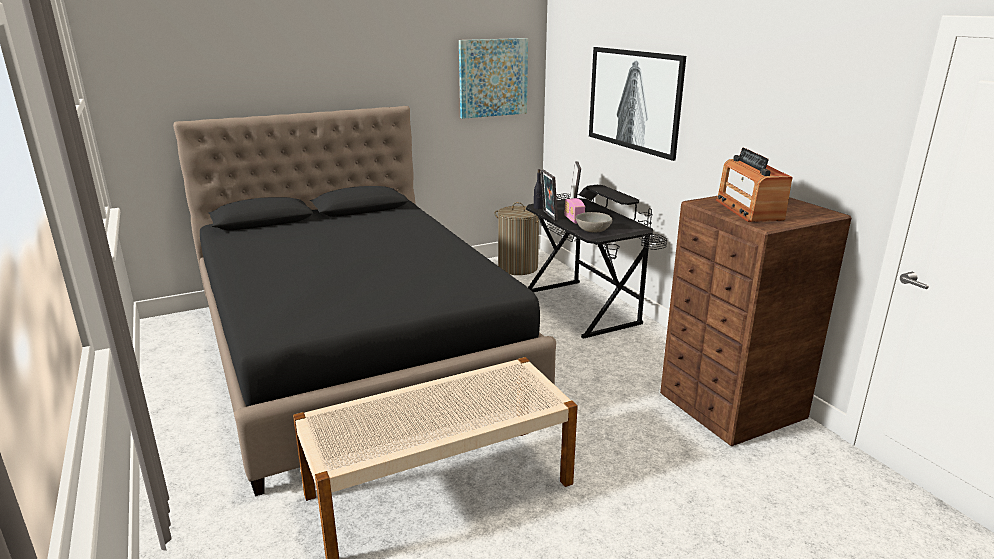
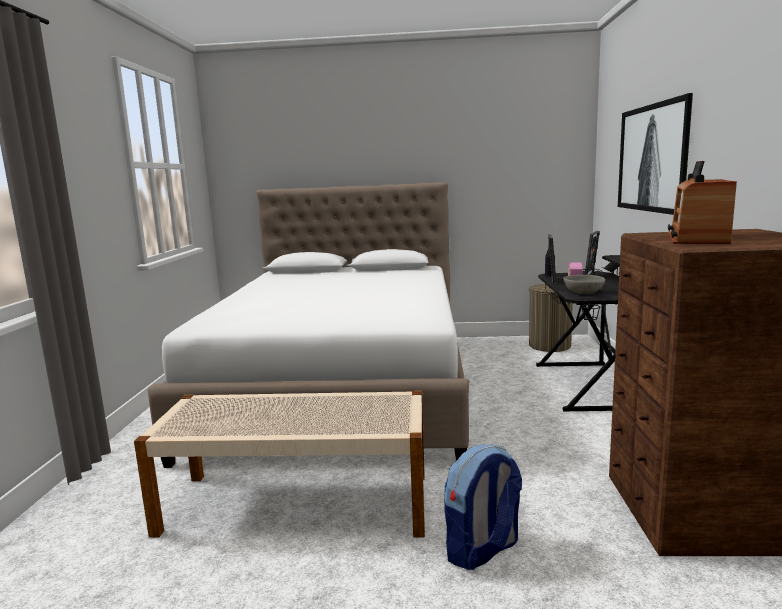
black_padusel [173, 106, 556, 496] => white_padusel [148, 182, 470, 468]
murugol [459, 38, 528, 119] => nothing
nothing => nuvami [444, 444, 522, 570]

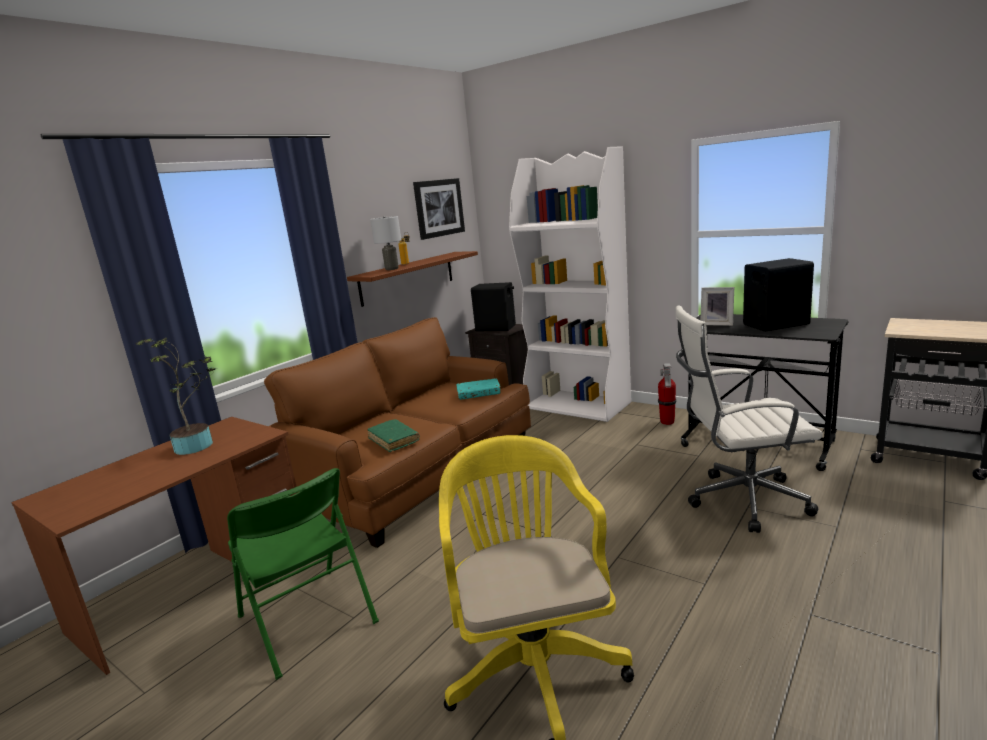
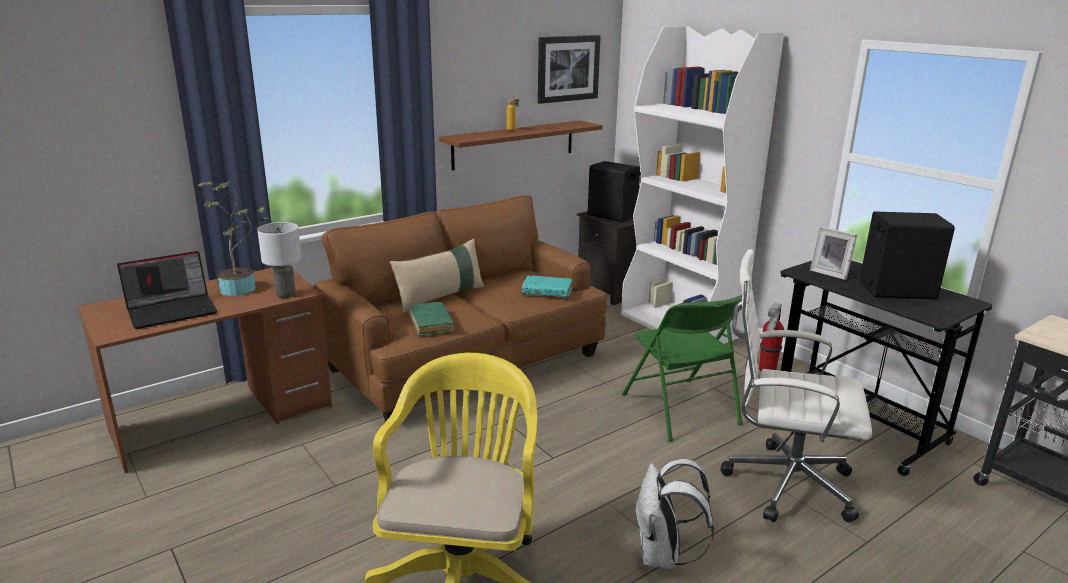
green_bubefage [227, 468, 379, 680] => green_bubefage [622, 295, 743, 442], relocated
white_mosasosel [370, 216, 401, 270] => white_mosasosel [257, 222, 302, 298], relocated
nothing => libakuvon [117, 251, 217, 329]
nothing => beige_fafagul [390, 239, 484, 313]
nothing => white_nuvami [634, 459, 714, 569]

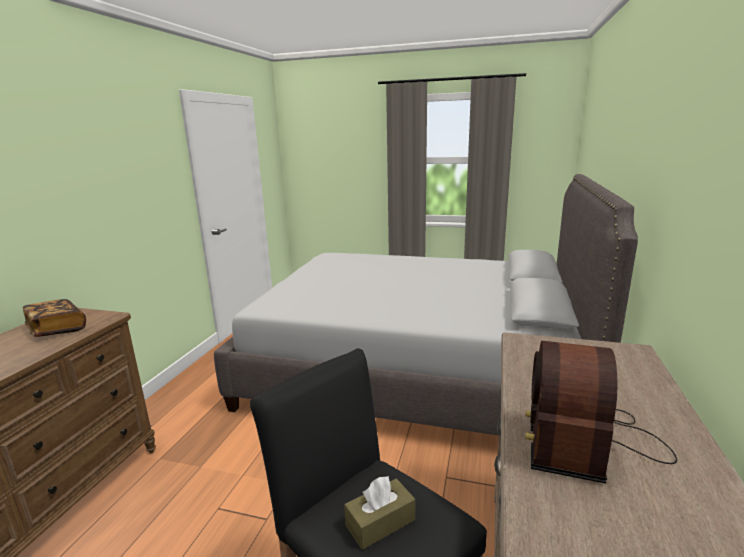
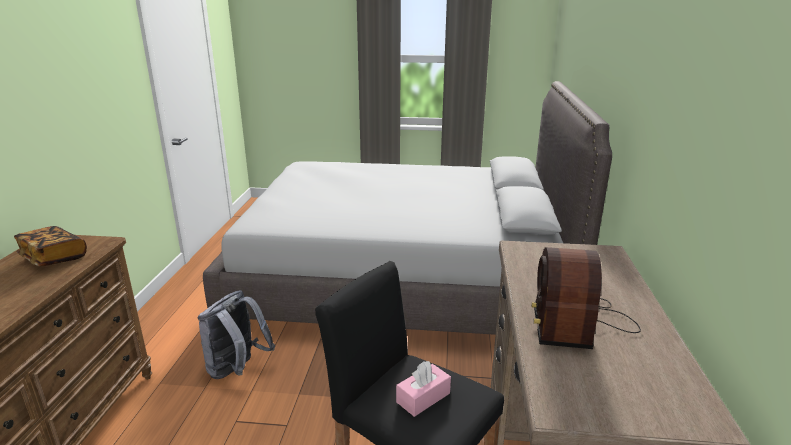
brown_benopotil [344, 476, 415, 550] => pink_benopotil [396, 361, 451, 417]
nothing => grey_nuvami [198, 290, 275, 379]

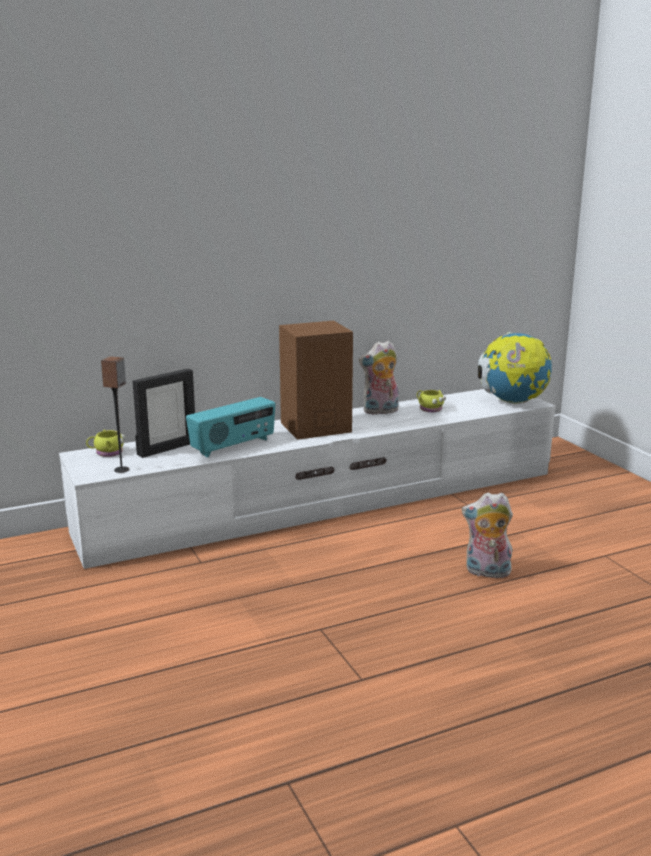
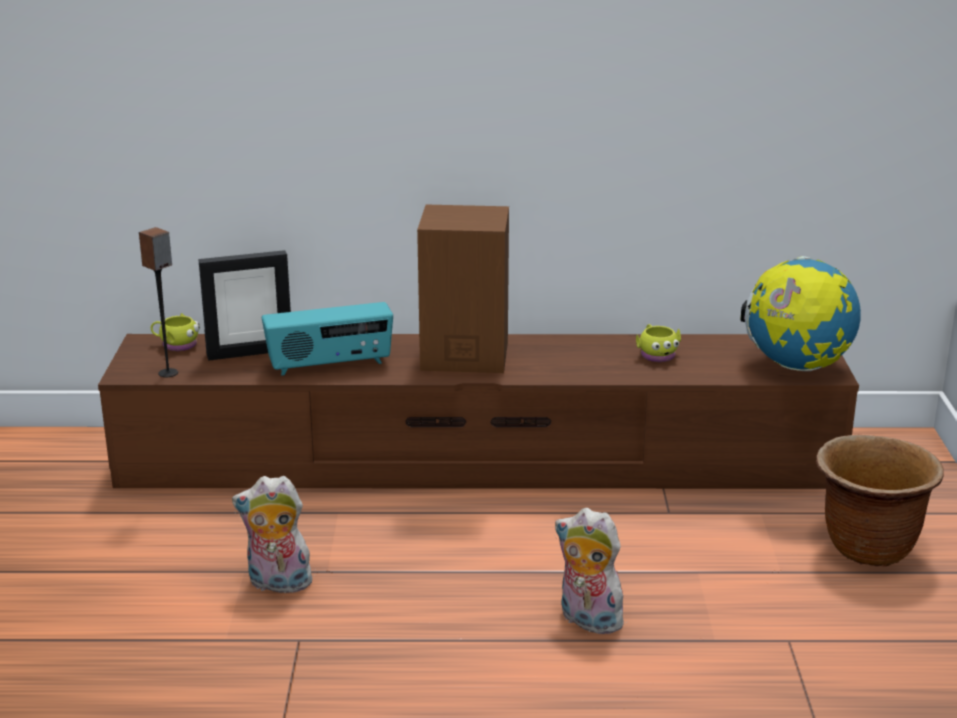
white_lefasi [59, 389, 556, 569] => brown_lefasi [98, 334, 859, 489]
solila [359, 340, 399, 415] => solila [232, 476, 315, 593], relocated
nothing => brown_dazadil [816, 435, 944, 567]

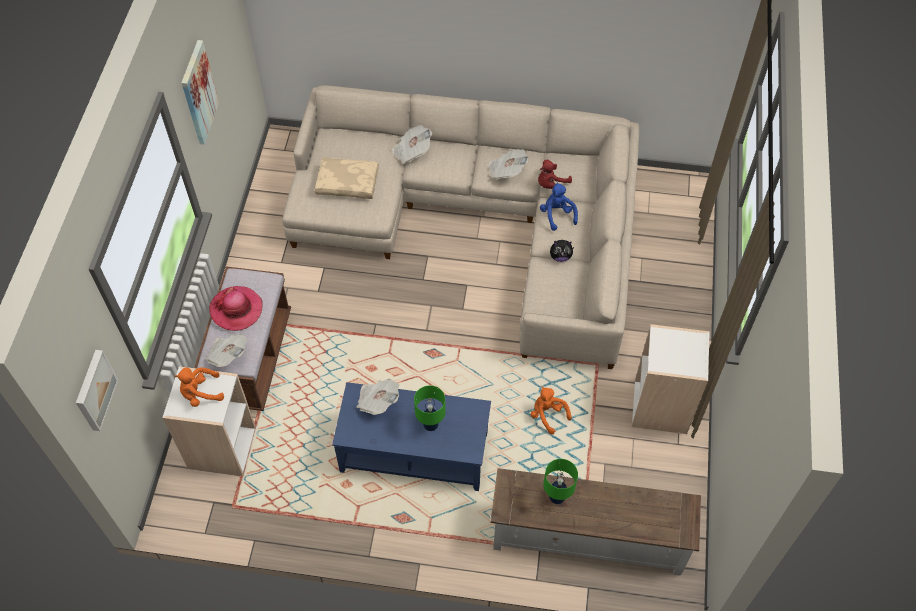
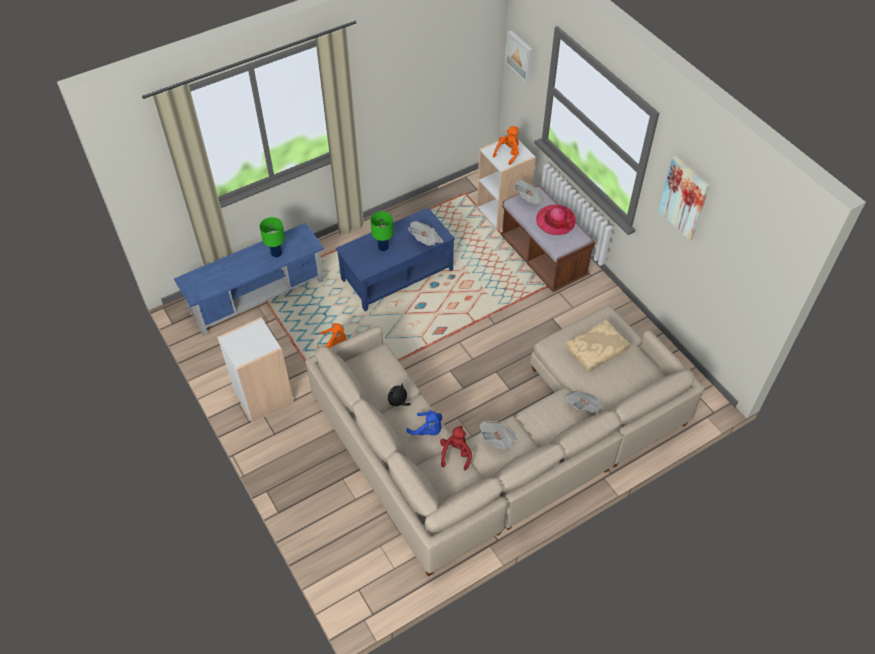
brown_lefasi [490, 468, 701, 576] => blue_lefasi [174, 223, 324, 336]

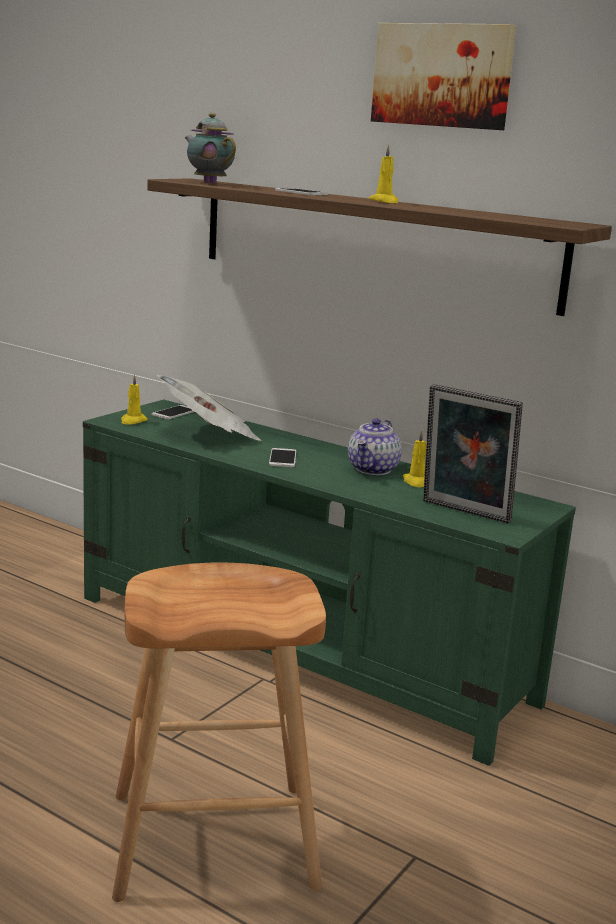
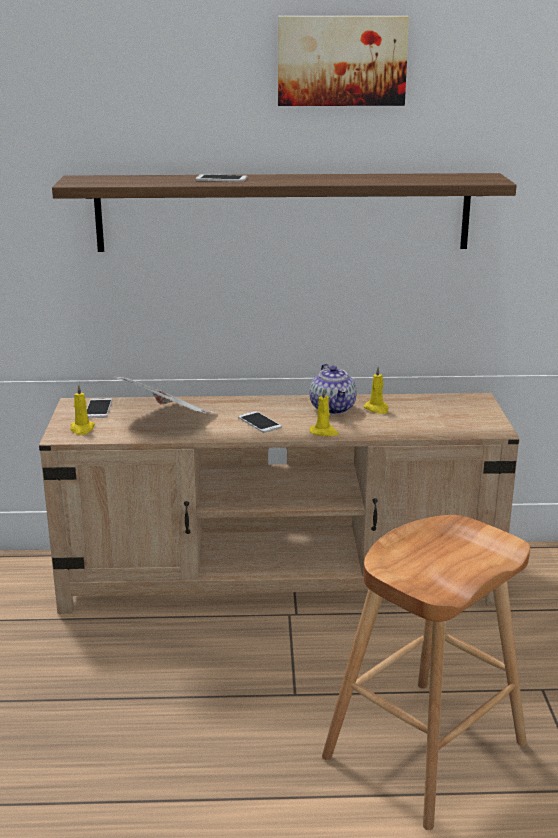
green_lefasi [83, 400, 576, 766] => beige_lefasi [39, 393, 520, 614]
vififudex [185, 113, 236, 184] => nothing
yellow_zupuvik [369, 145, 399, 203] => yellow_zupuvik [309, 388, 339, 436], relocated
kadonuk [423, 384, 523, 523] => nothing

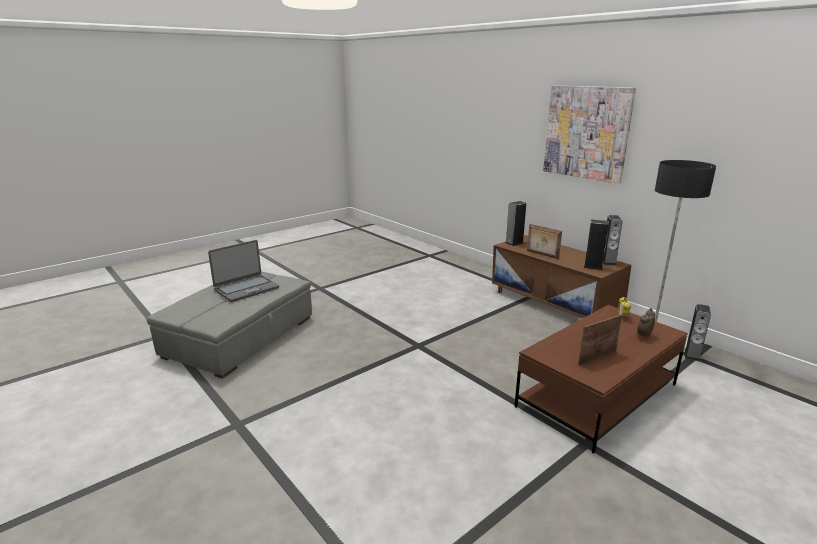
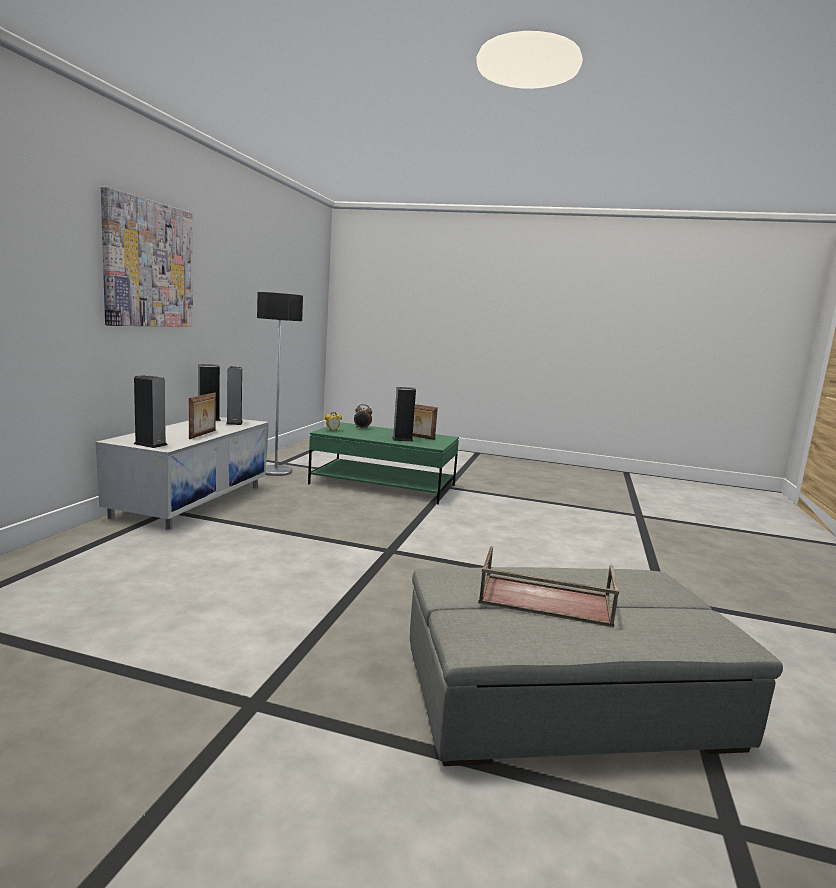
libakuvon [208, 240, 279, 302] => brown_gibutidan [478, 546, 619, 627]
brown_lefasi [492, 235, 631, 318] => white_lefasi [95, 417, 269, 530]
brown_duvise [515, 305, 688, 454] => green_duvise [308, 422, 459, 504]
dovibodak [685, 304, 711, 362] => dovibodak [392, 387, 416, 441], relocated

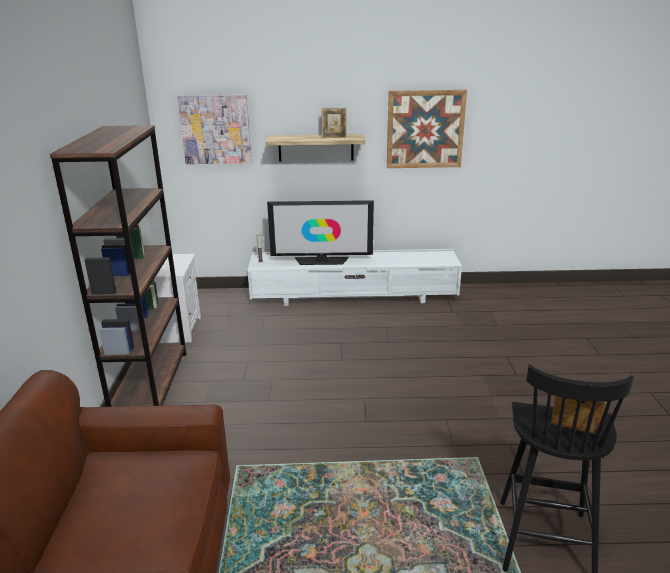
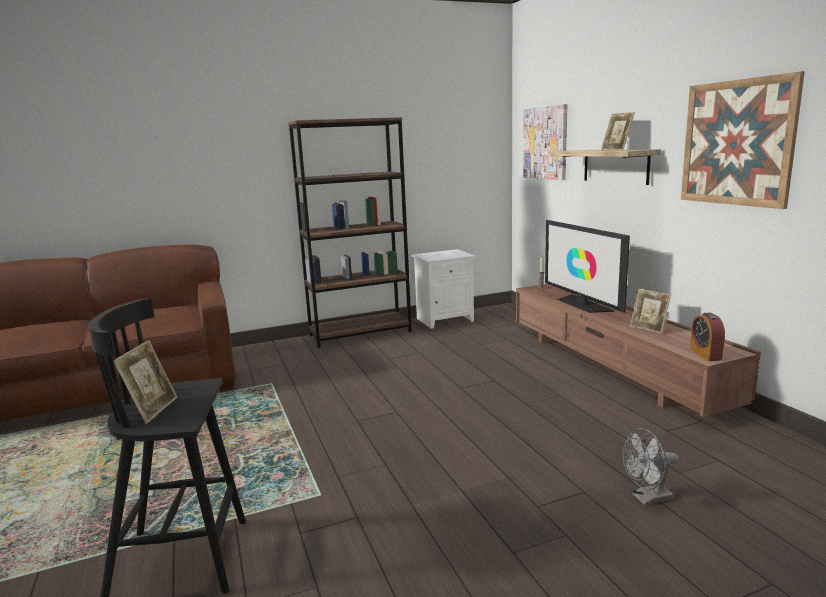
white_lefasi [248, 249, 462, 306] => brown_lefasi [516, 284, 761, 417]
nothing => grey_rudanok [623, 428, 679, 505]
nothing => kadonuk [630, 289, 671, 334]
nothing => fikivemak [690, 313, 725, 361]

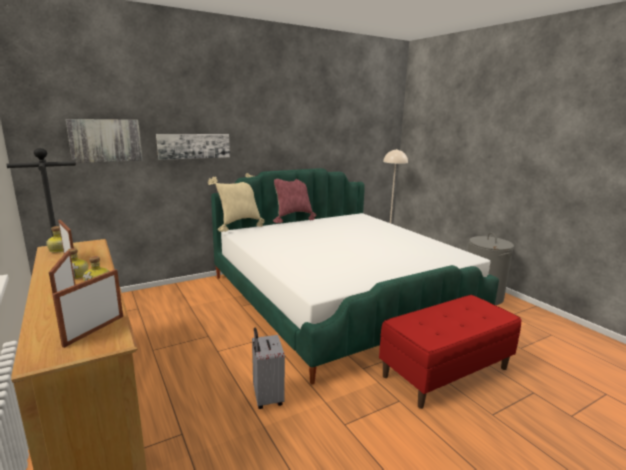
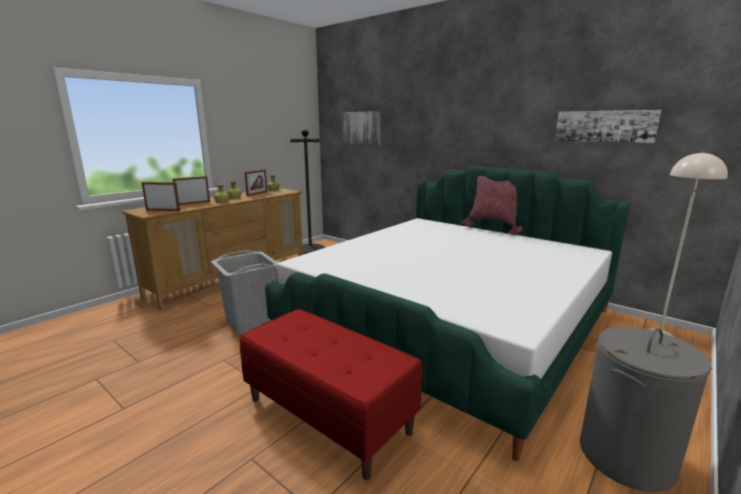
murugol [156, 134, 230, 160] => murugol [555, 110, 661, 143], relocated
beige_fafagul [208, 173, 265, 232] => nothing
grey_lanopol [252, 327, 285, 409] => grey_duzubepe [211, 250, 278, 335]

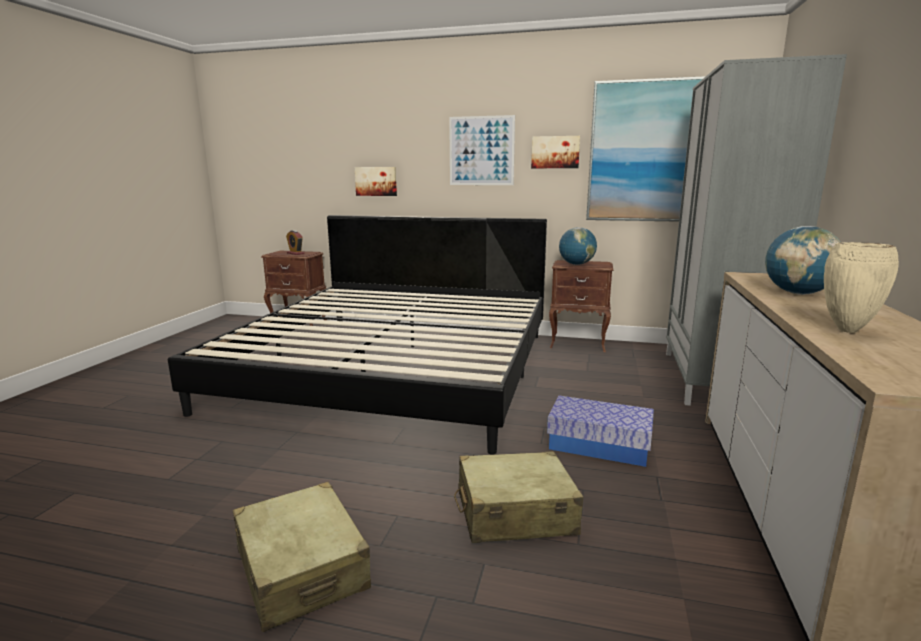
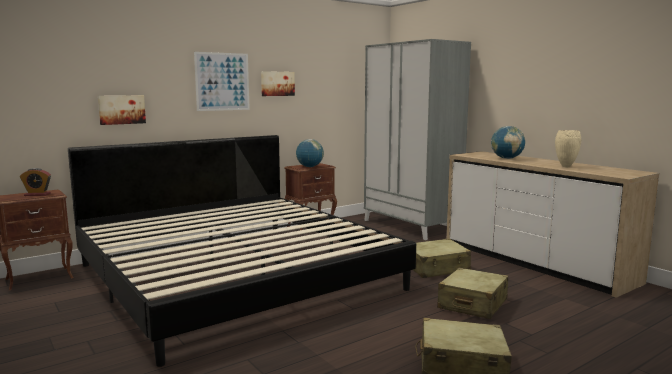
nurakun [547, 395, 654, 467] => beige_lanopol [413, 238, 471, 278]
murugol [586, 76, 706, 222] => nothing

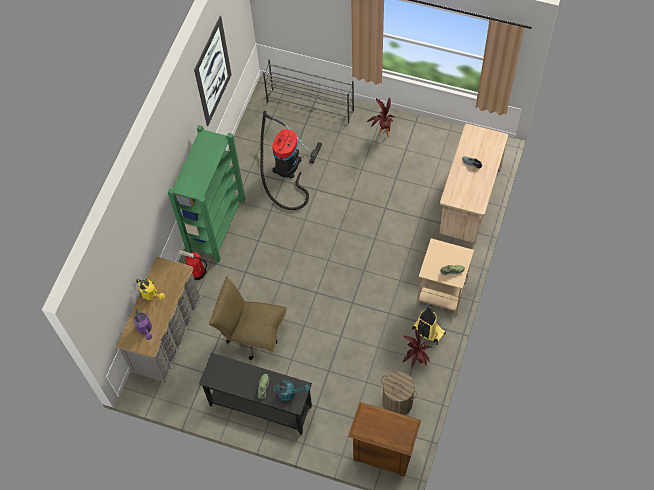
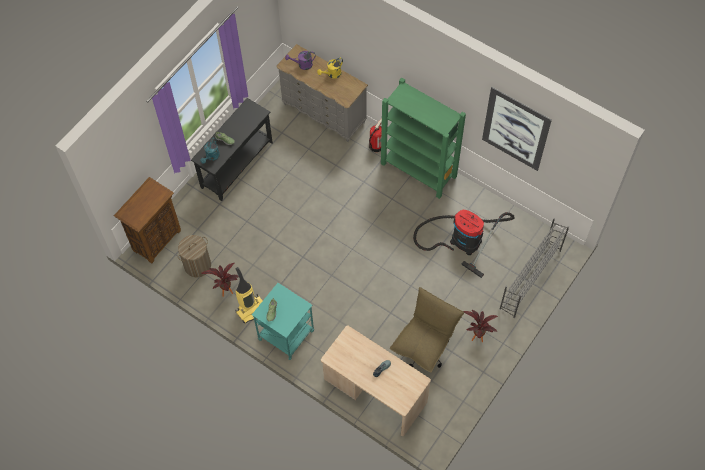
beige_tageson [209, 276, 287, 360] => beige_tageson [390, 287, 464, 372], relocated
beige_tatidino [416, 238, 474, 314] => turquoise_tatidino [252, 283, 314, 360]

